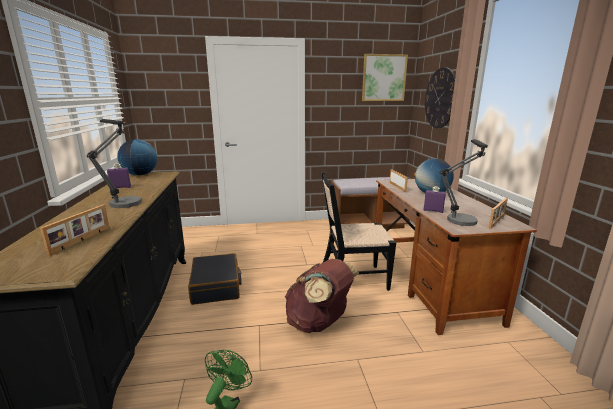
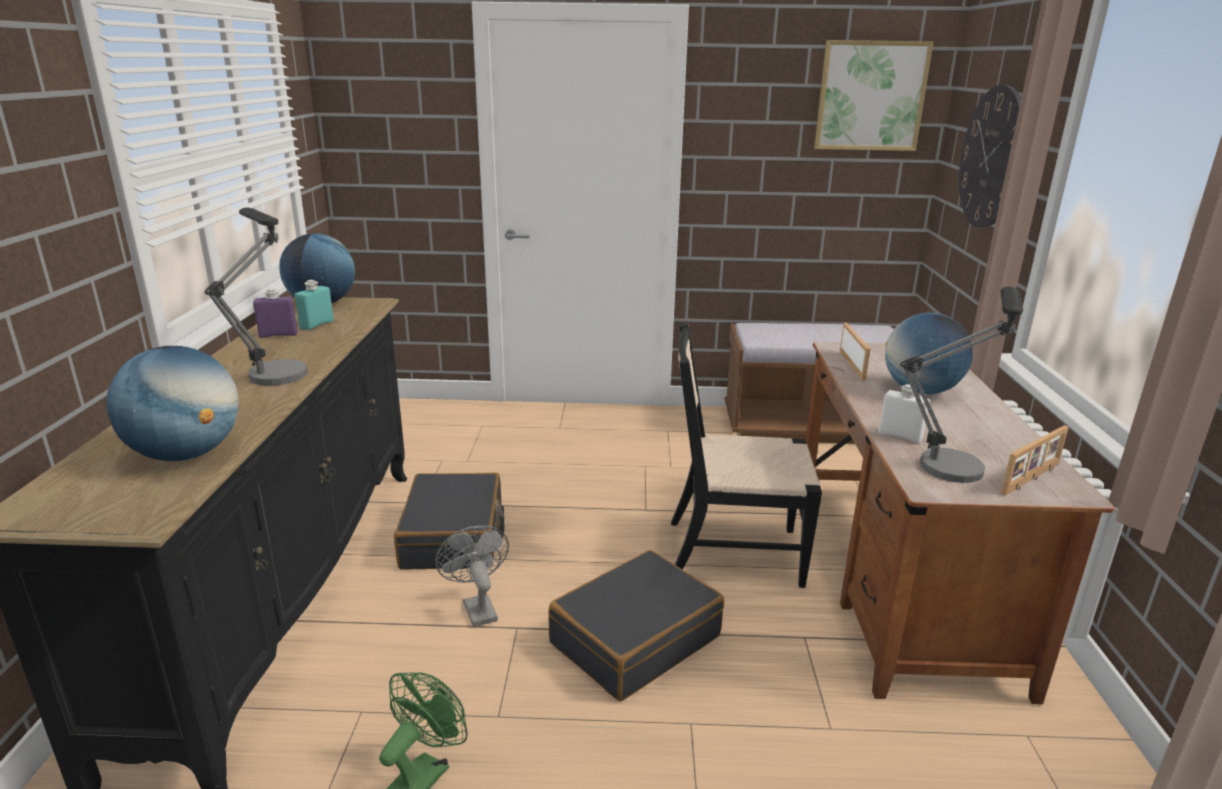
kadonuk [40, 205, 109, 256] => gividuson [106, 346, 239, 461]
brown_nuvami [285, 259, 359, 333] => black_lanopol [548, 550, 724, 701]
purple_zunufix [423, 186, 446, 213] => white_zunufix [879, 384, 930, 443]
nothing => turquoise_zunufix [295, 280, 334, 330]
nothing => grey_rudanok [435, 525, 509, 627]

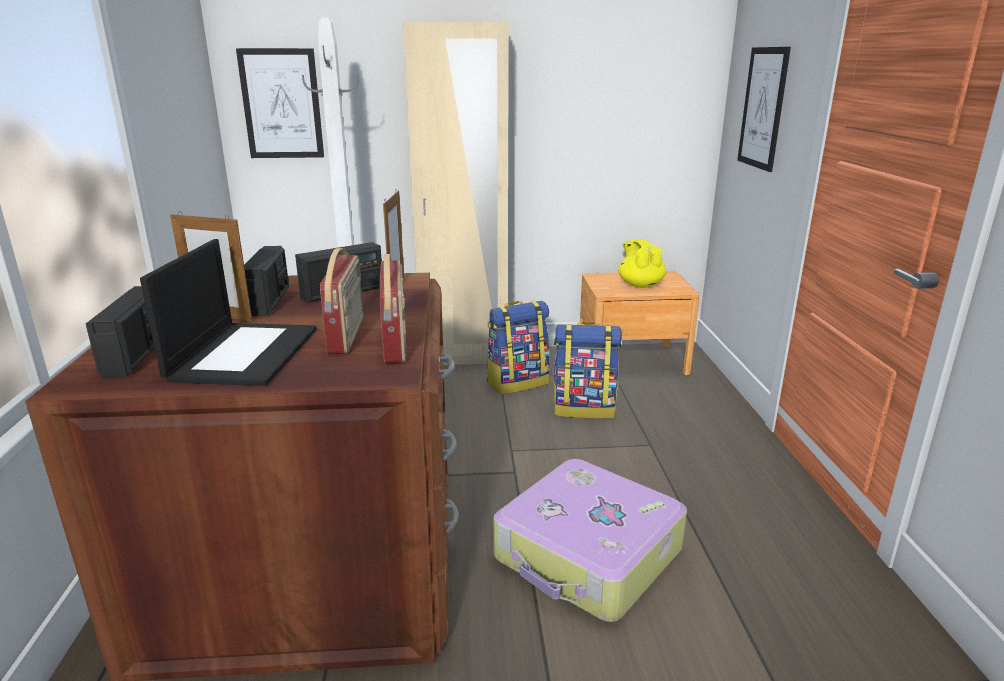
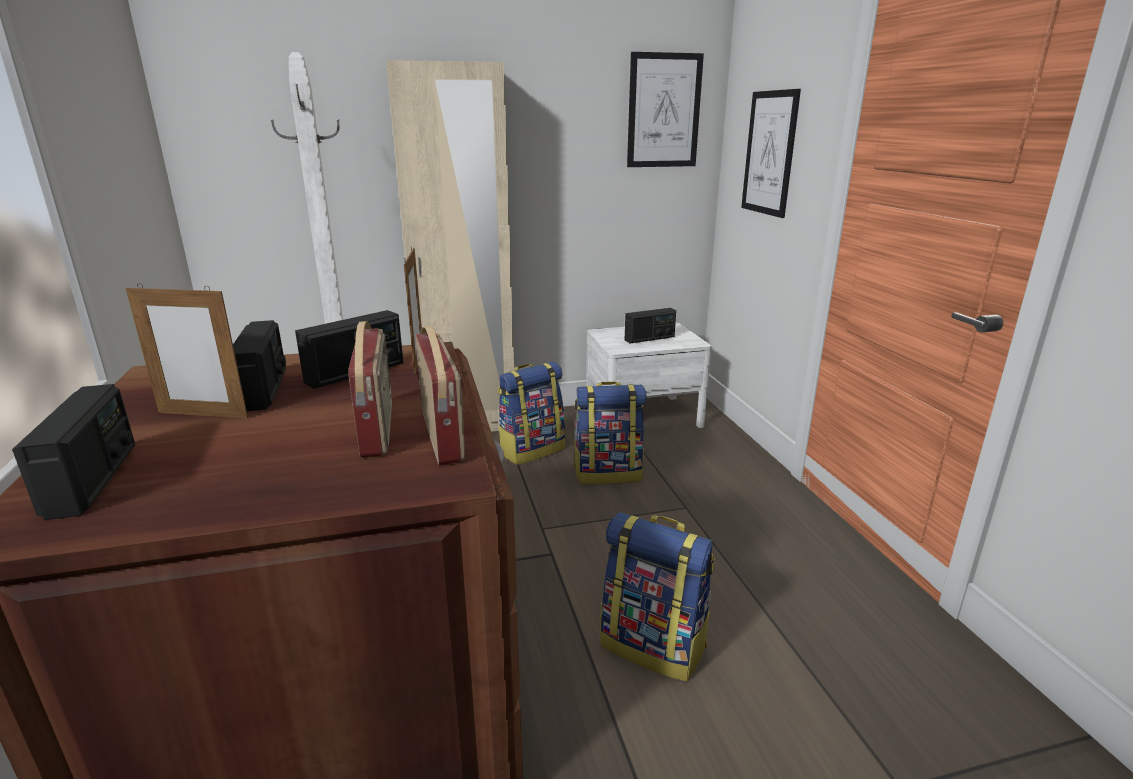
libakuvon [140, 239, 317, 386] => nothing
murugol [236, 48, 324, 158] => murugol [627, 52, 704, 167], relocated
lanopol [494, 459, 687, 622] => nuvami [600, 512, 715, 682]
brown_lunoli [580, 271, 700, 376] => white_lunoli [586, 323, 711, 428]
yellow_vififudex [618, 239, 666, 288] => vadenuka [625, 308, 676, 343]

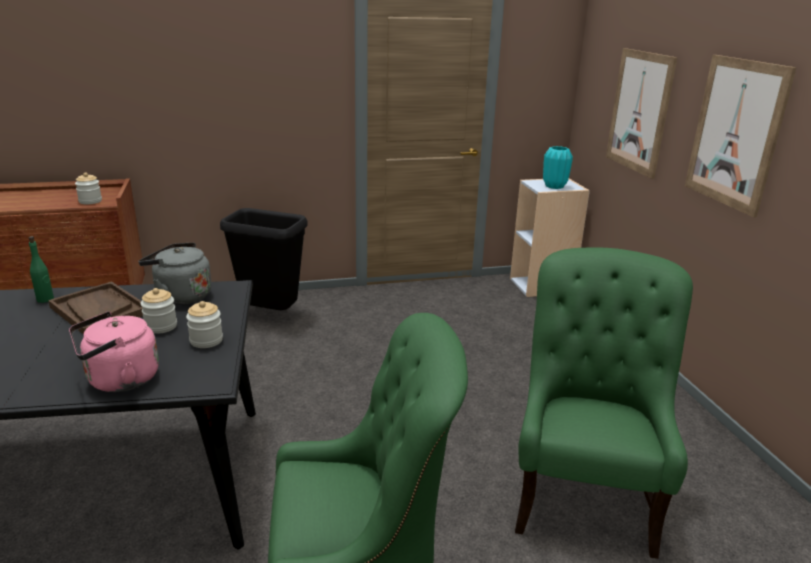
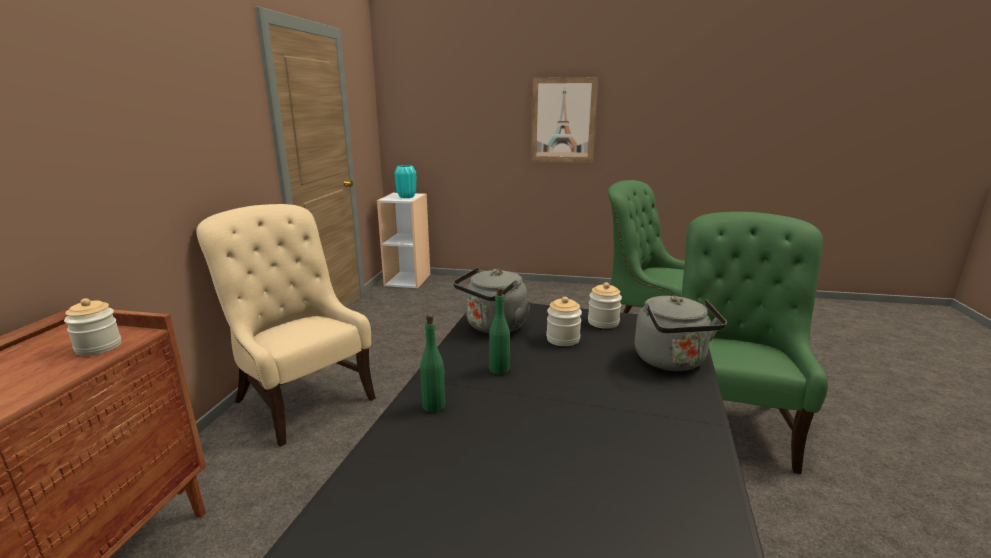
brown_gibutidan [48, 281, 143, 335] => green_zunufix [489, 287, 510, 375]
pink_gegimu [69, 311, 159, 392] => grey_gegimu [635, 296, 727, 371]
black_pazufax [220, 208, 308, 310] => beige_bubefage [196, 204, 376, 447]
murugol [606, 48, 678, 179] => nothing

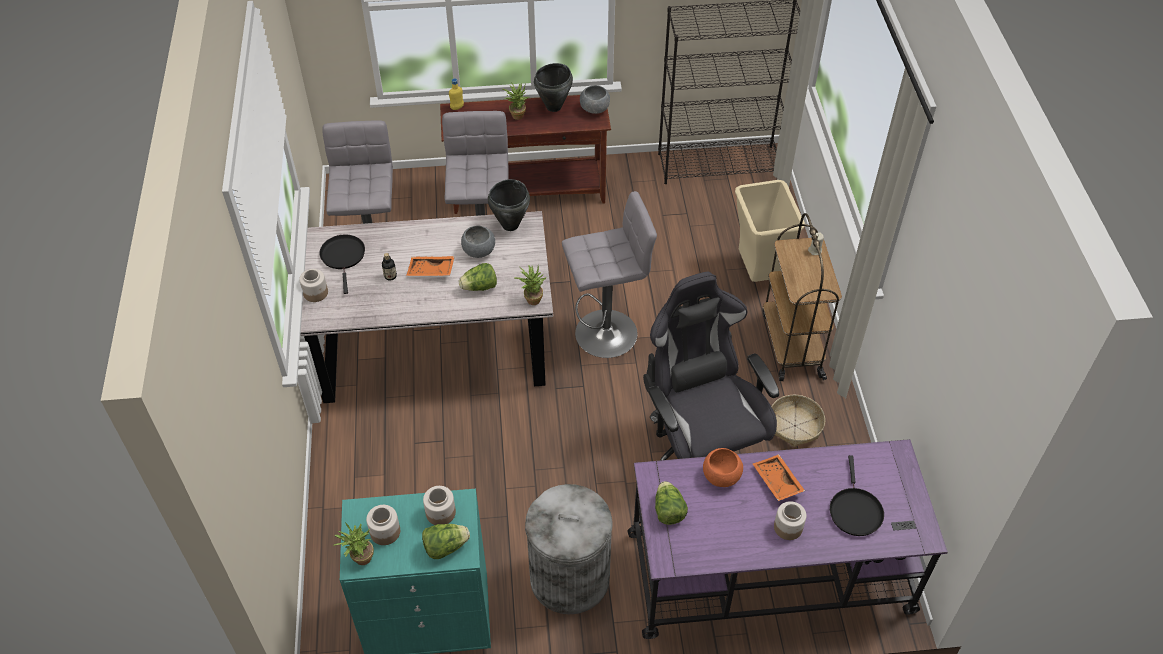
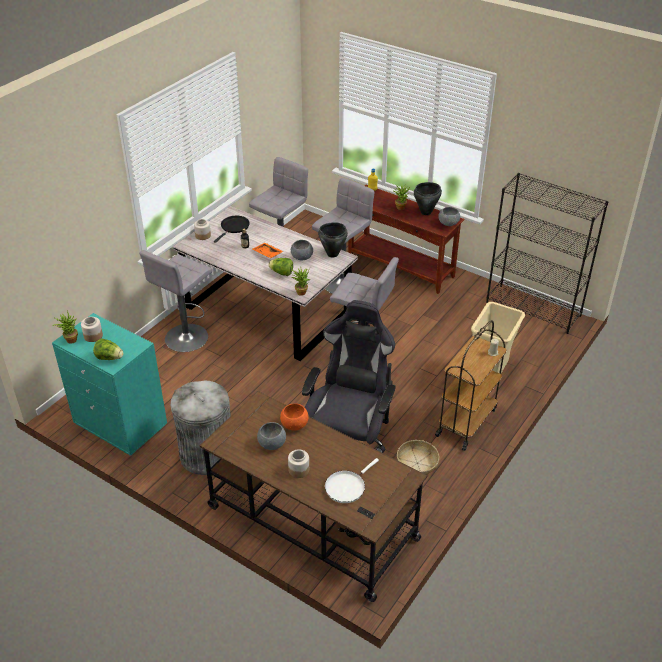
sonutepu [423, 486, 456, 525] => nothing
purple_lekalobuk [627, 439, 948, 639] => brown_lekalobuk [200, 391, 427, 602]
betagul [655, 481, 688, 525] => nothing
orange_gibutidan [753, 454, 805, 501] => nothing
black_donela [830, 455, 884, 536] => white_donela [325, 458, 379, 503]
nothing => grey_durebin [139, 250, 212, 352]
nothing => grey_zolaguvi [257, 422, 286, 450]

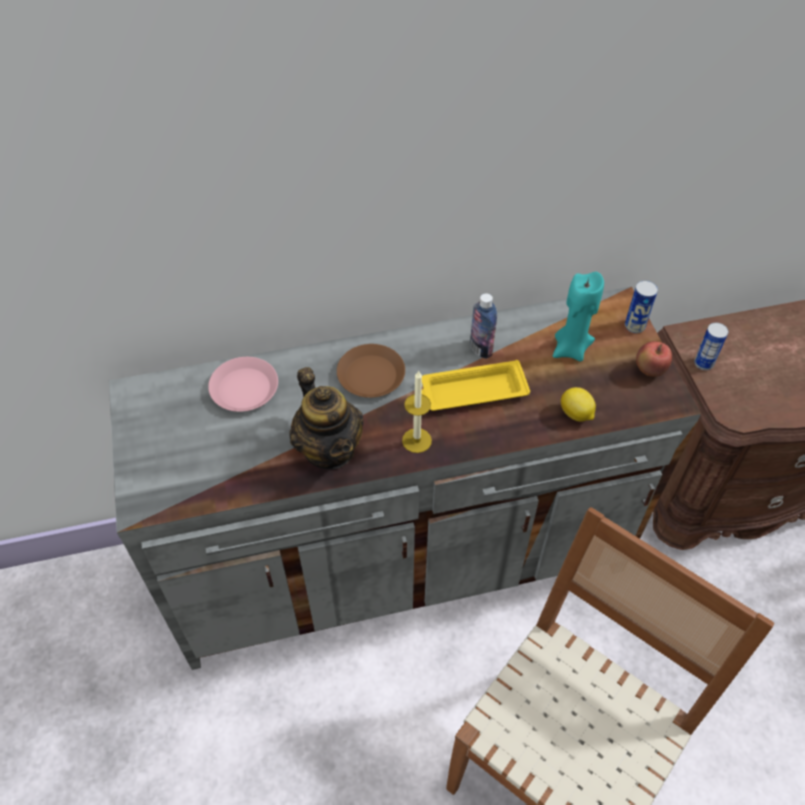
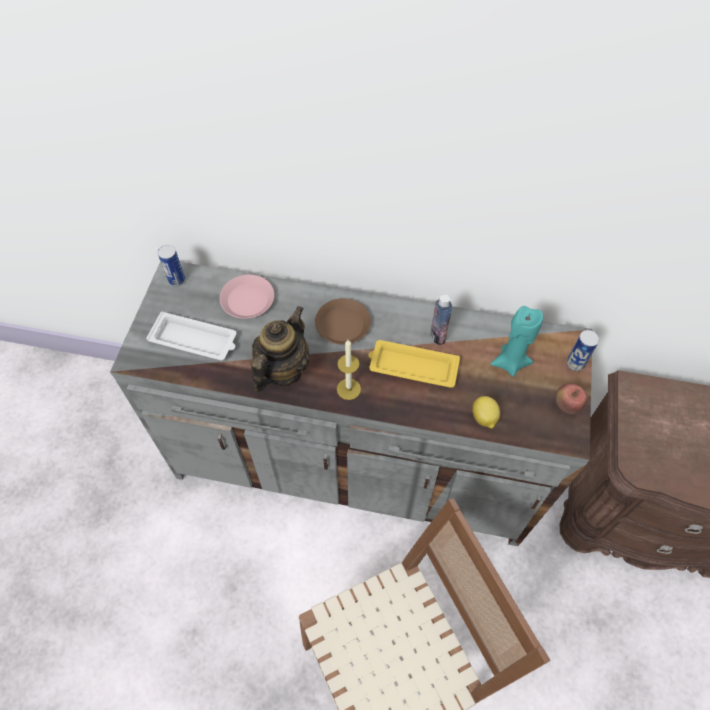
vififudex [289, 367, 364, 469] => vififudex [251, 306, 309, 392], 150 degrees counterclockwise
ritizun [694, 323, 728, 370] => ritizun [158, 245, 185, 287], relocated
nothing => white_gibutidan [146, 311, 237, 360]

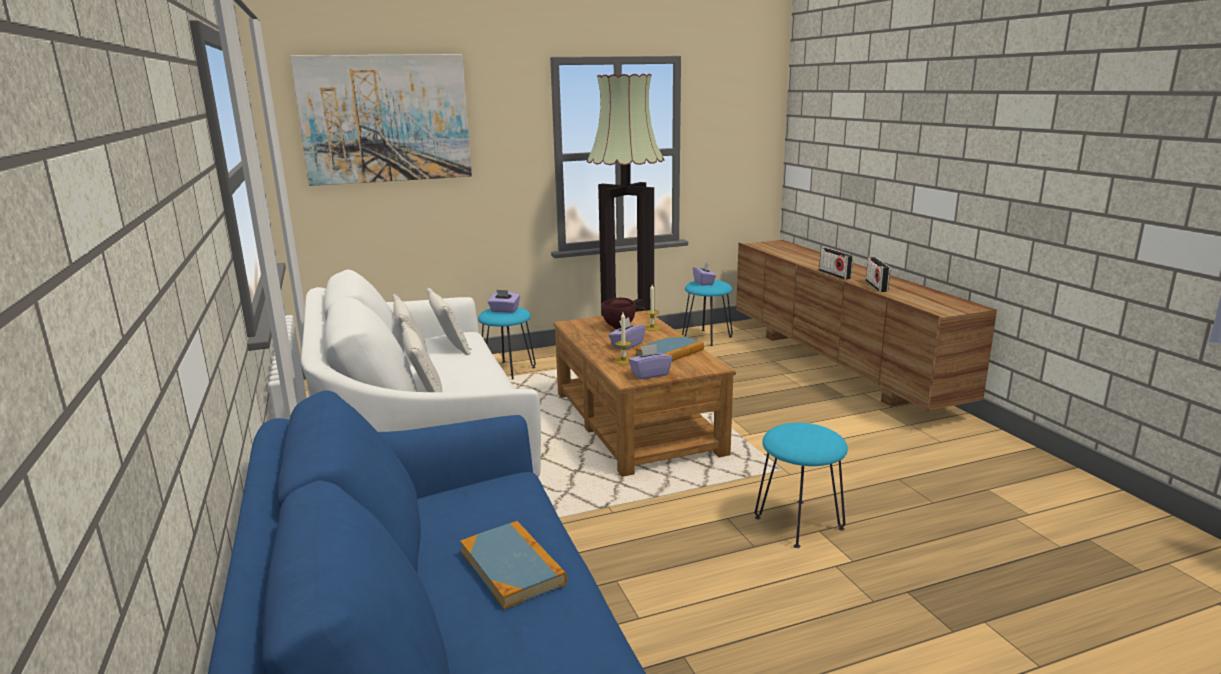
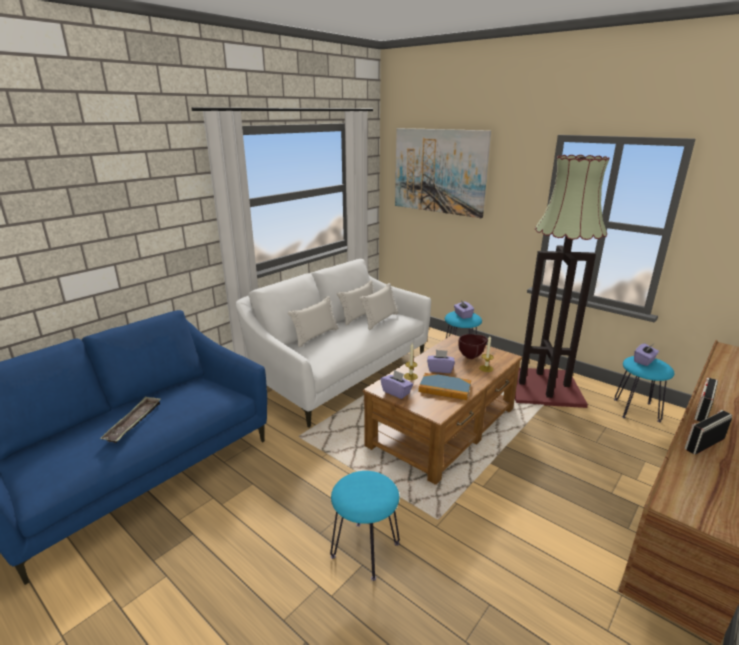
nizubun [460, 521, 567, 609] => gibutidan [100, 396, 161, 443]

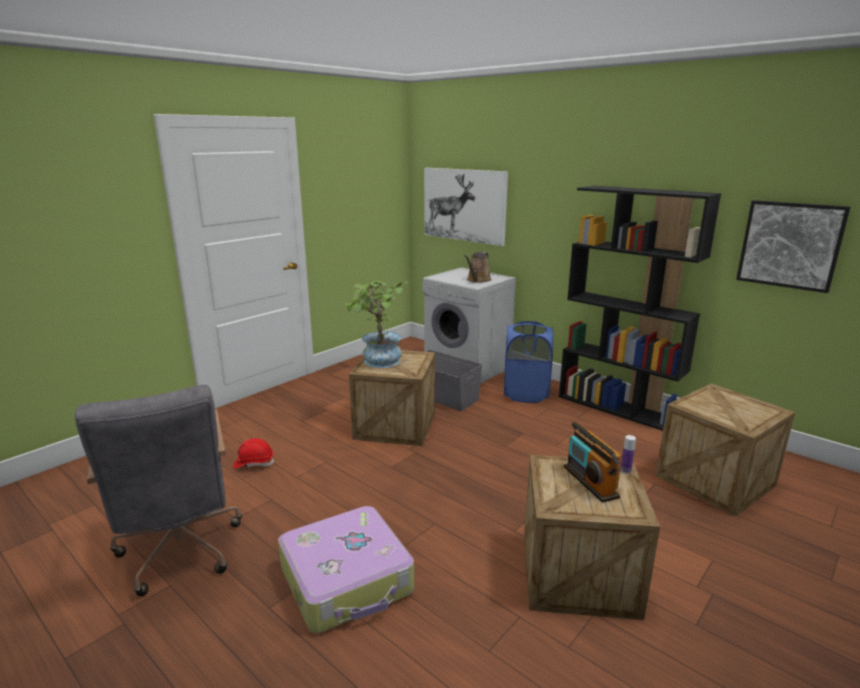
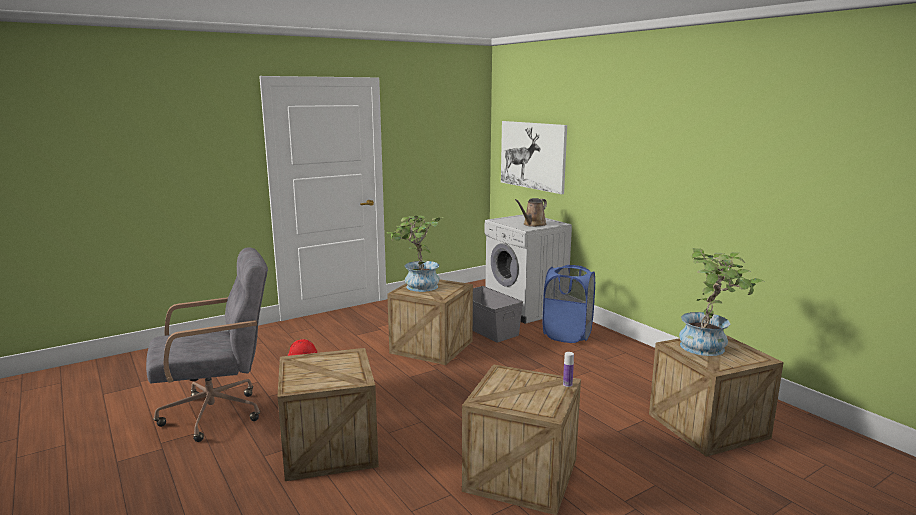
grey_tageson [75, 385, 242, 596] => grey_tageson [146, 247, 268, 442], 105 degrees counterclockwise
lanopol [278, 506, 414, 633] => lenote [278, 348, 379, 481]
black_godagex [559, 186, 721, 431] => nothing
vadenuka [564, 421, 622, 503] => nothing
murugol [736, 200, 850, 293] => nothing
nothing => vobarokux [679, 248, 764, 356]

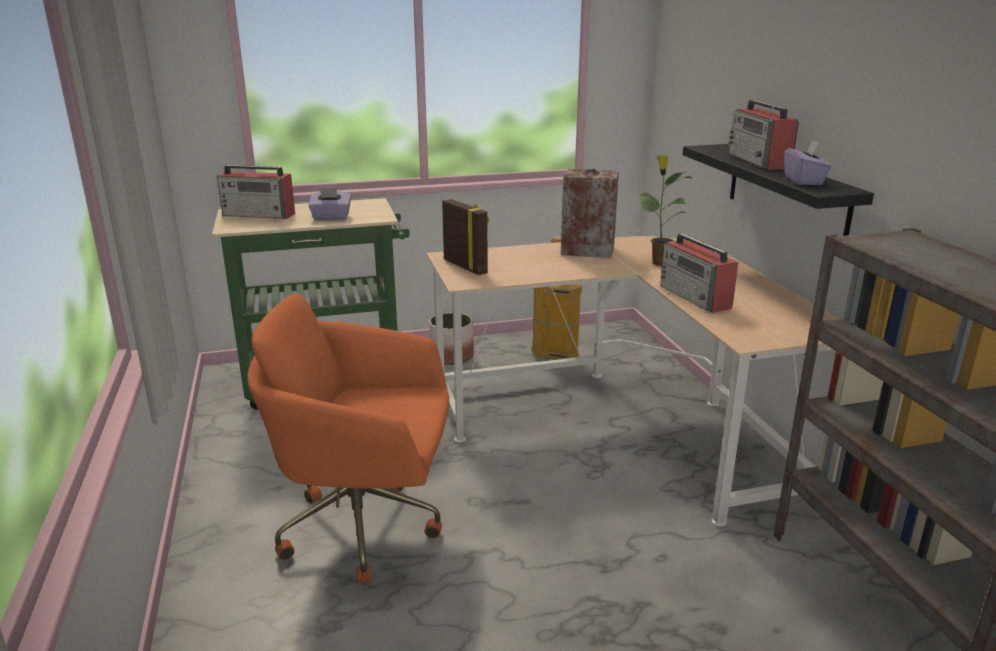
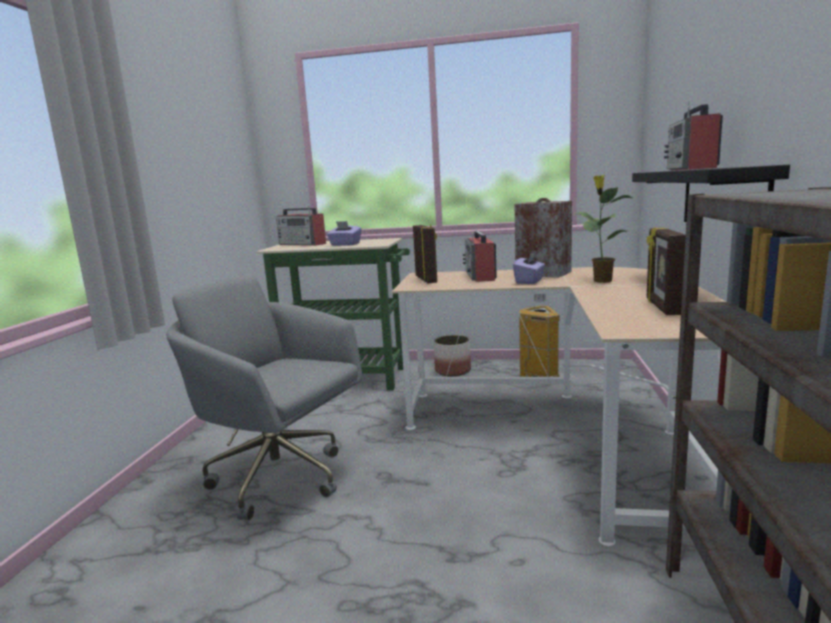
orange_tageson [247, 294, 449, 585] => grey_tageson [167, 276, 363, 521]
vadenuka [660, 233, 738, 313] => vadenuka [463, 231, 497, 282], relocated
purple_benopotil [784, 140, 831, 185] => purple_benopotil [513, 251, 545, 284], relocated
nothing => kadonuk [647, 227, 686, 315]

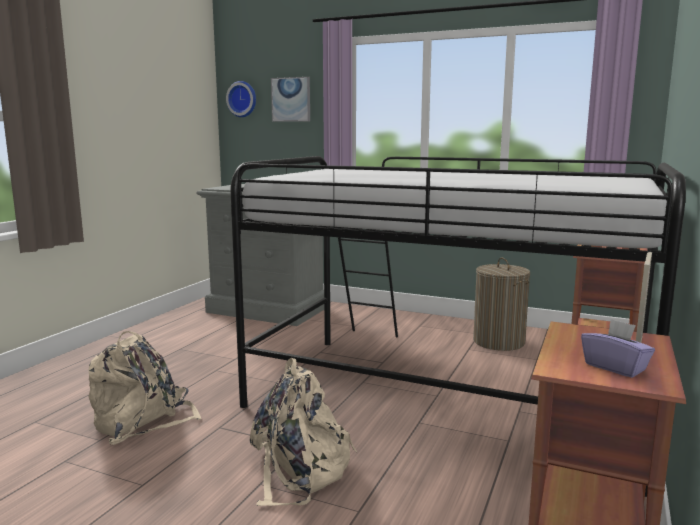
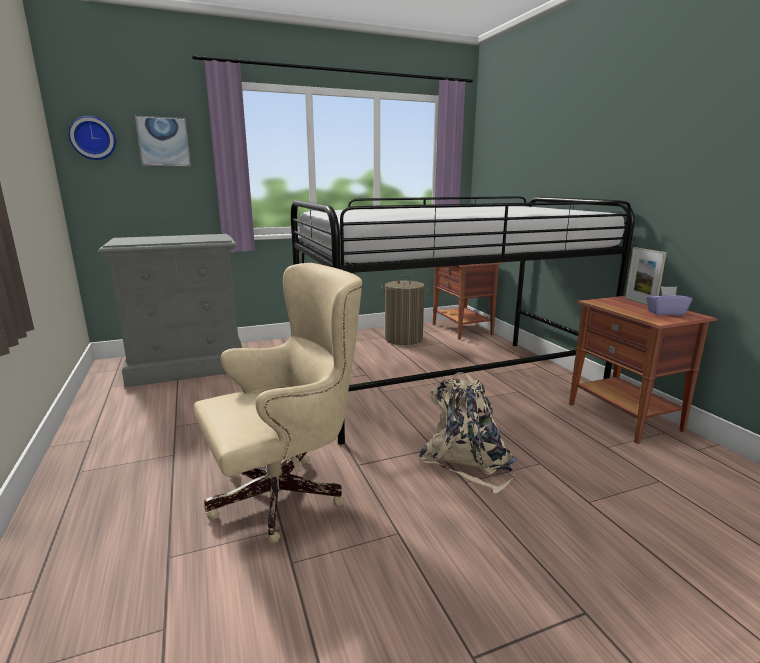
beige_nuvami [89, 331, 202, 445] => beige_tageson [194, 263, 362, 544]

